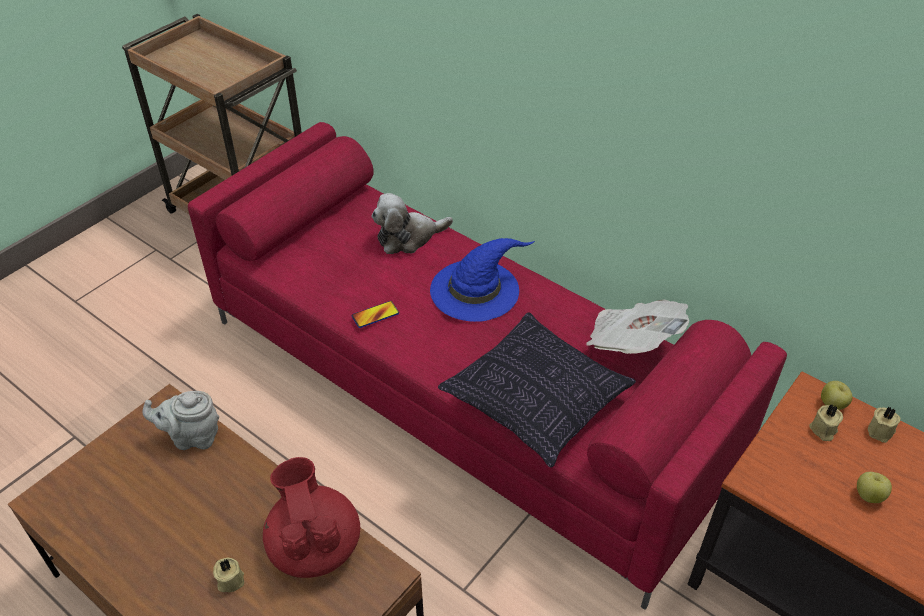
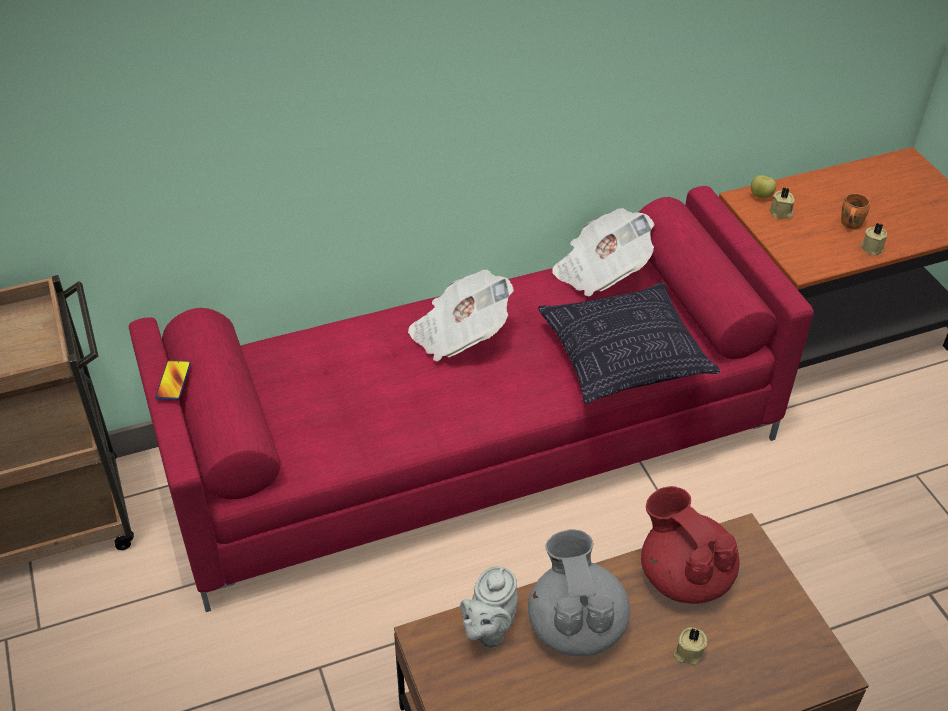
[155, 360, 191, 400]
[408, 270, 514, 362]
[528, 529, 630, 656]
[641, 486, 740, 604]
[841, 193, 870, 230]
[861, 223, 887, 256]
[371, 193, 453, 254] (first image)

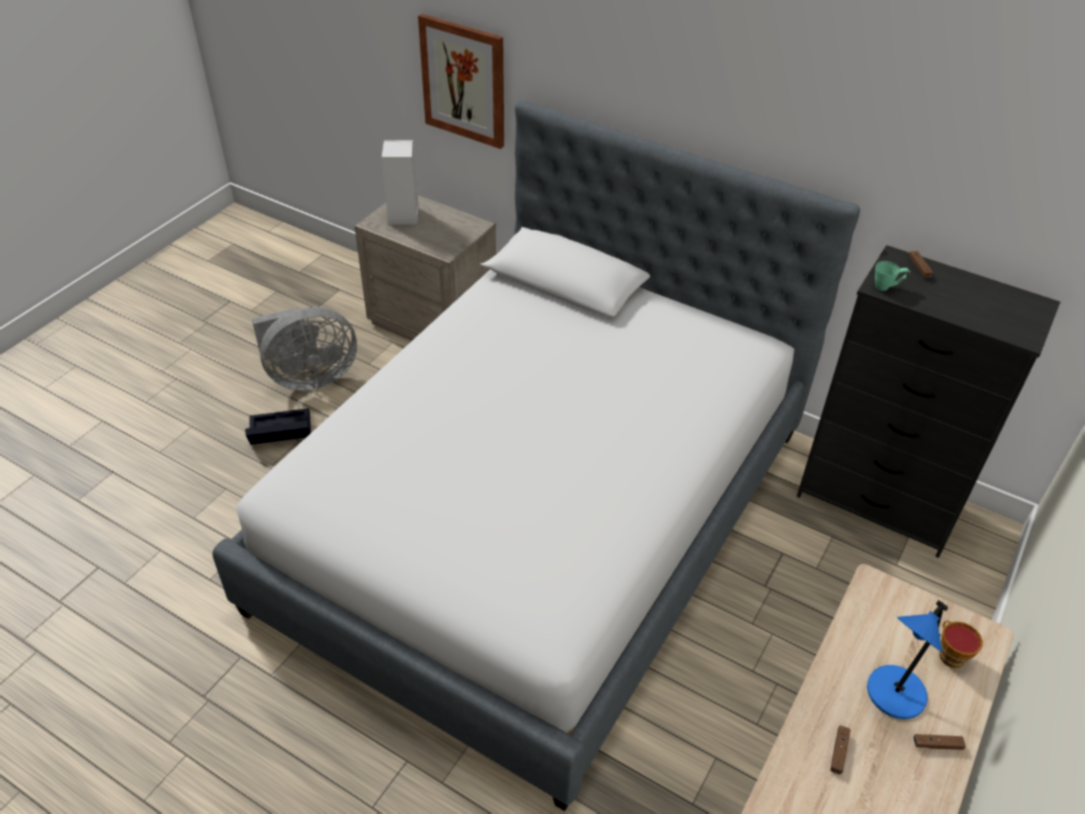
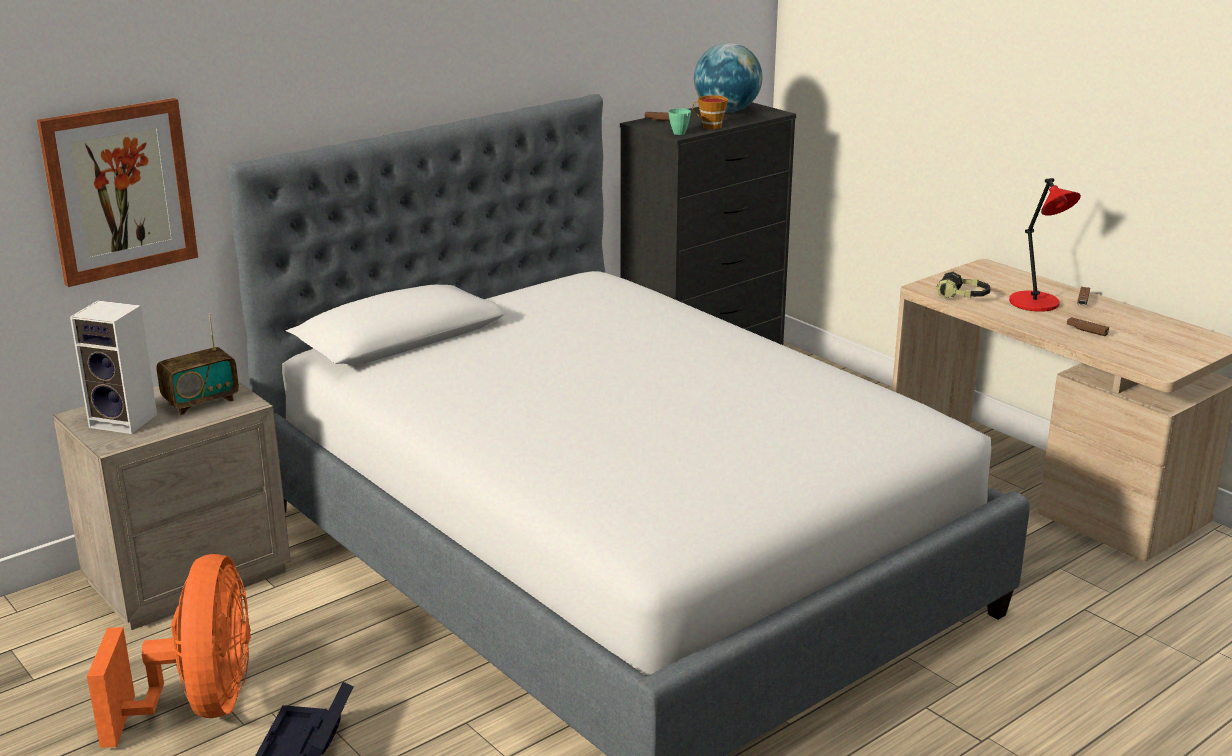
[87, 554, 251, 748]
[157, 314, 239, 415]
[692, 95, 728, 129]
[694, 43, 763, 113]
[936, 271, 991, 298]
[1009, 178, 1081, 312]

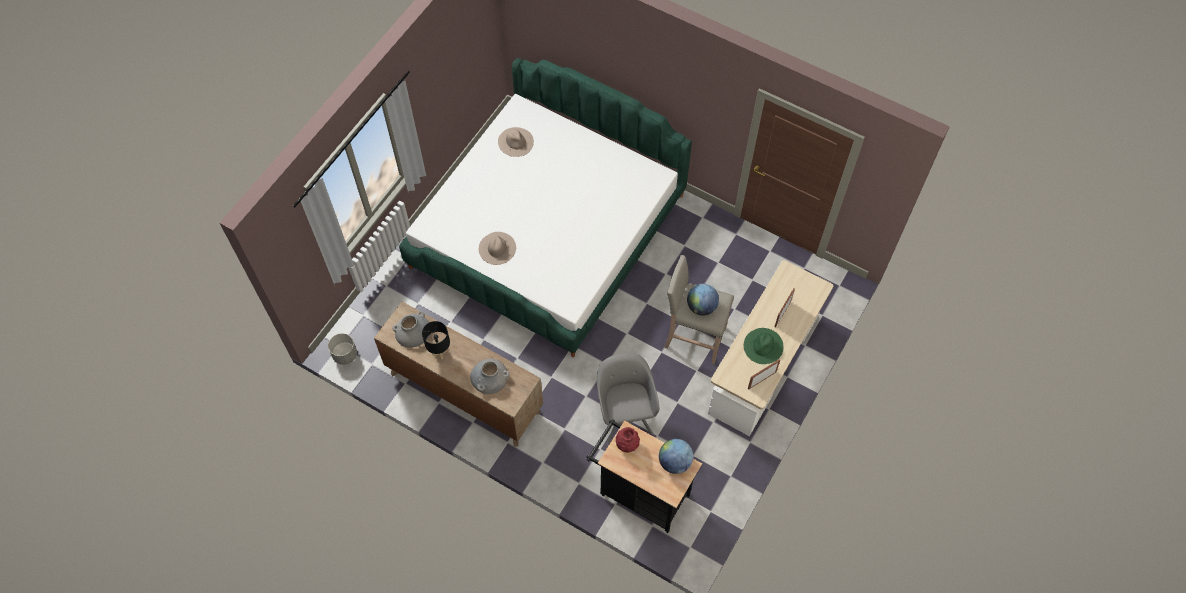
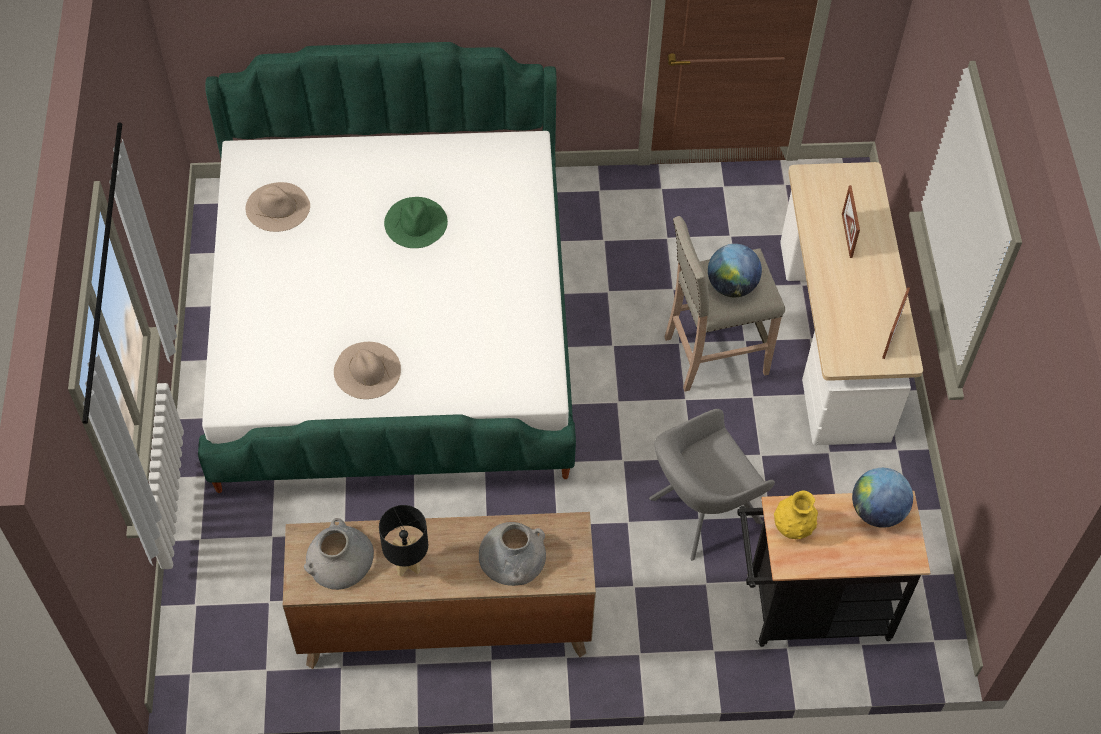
[384, 197, 448, 248]
[649, 409, 775, 561]
[774, 490, 818, 539]
[328, 333, 357, 365] (first image)

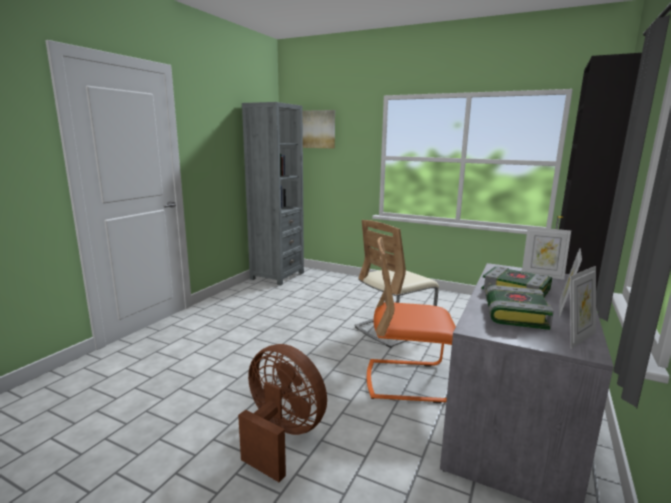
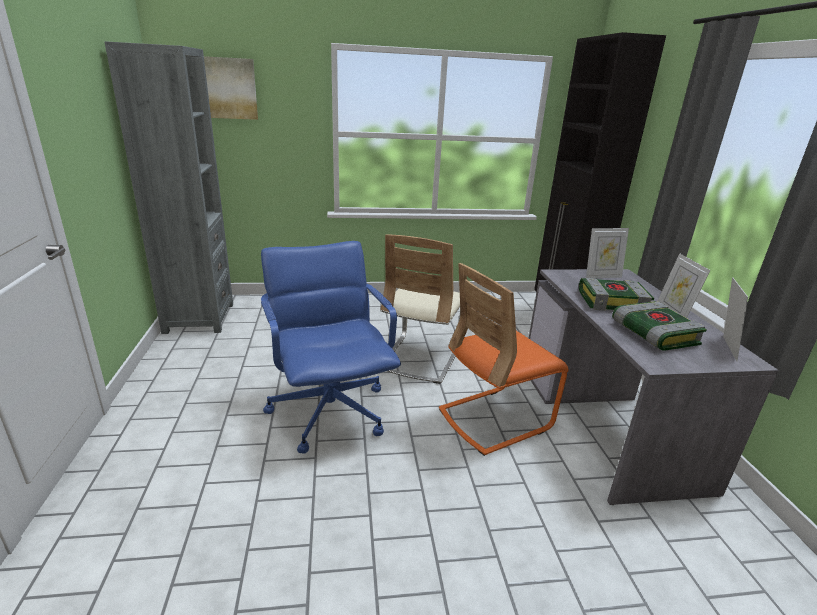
[261, 241, 401, 454]
[238, 344, 327, 482] (first image)

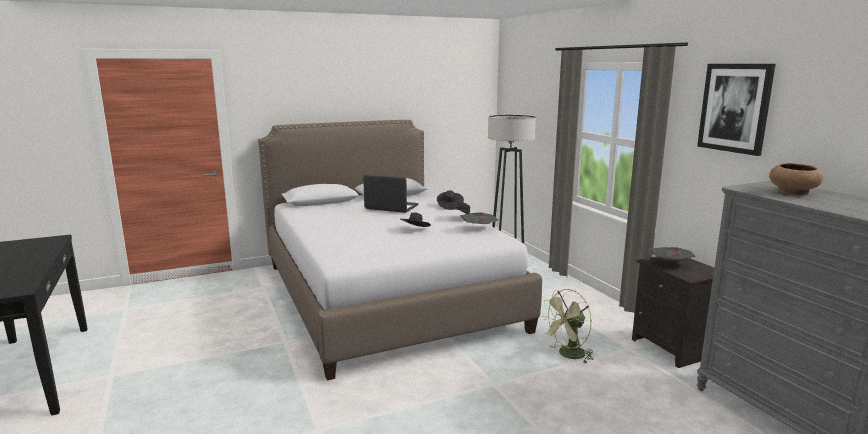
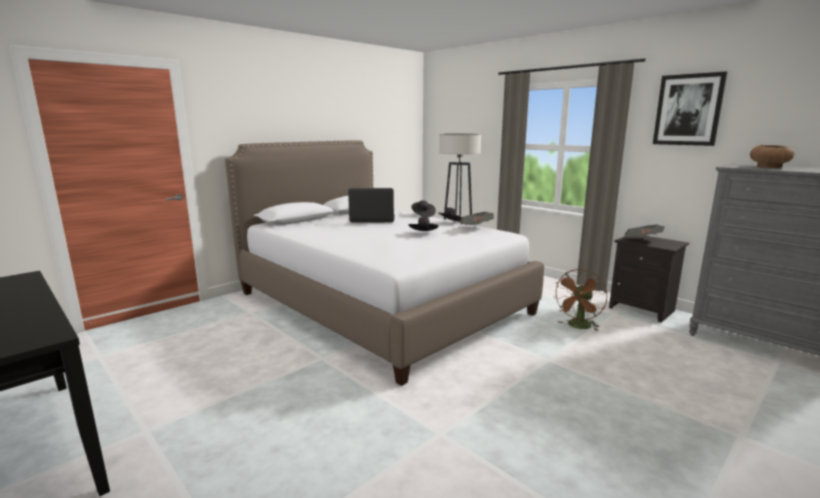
[554, 269, 607, 331]

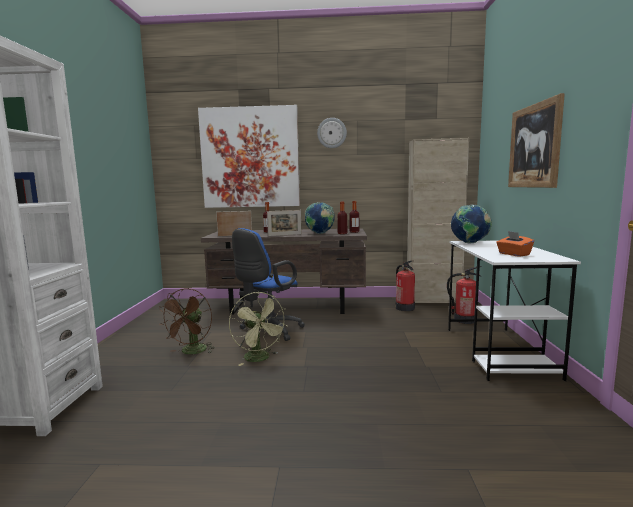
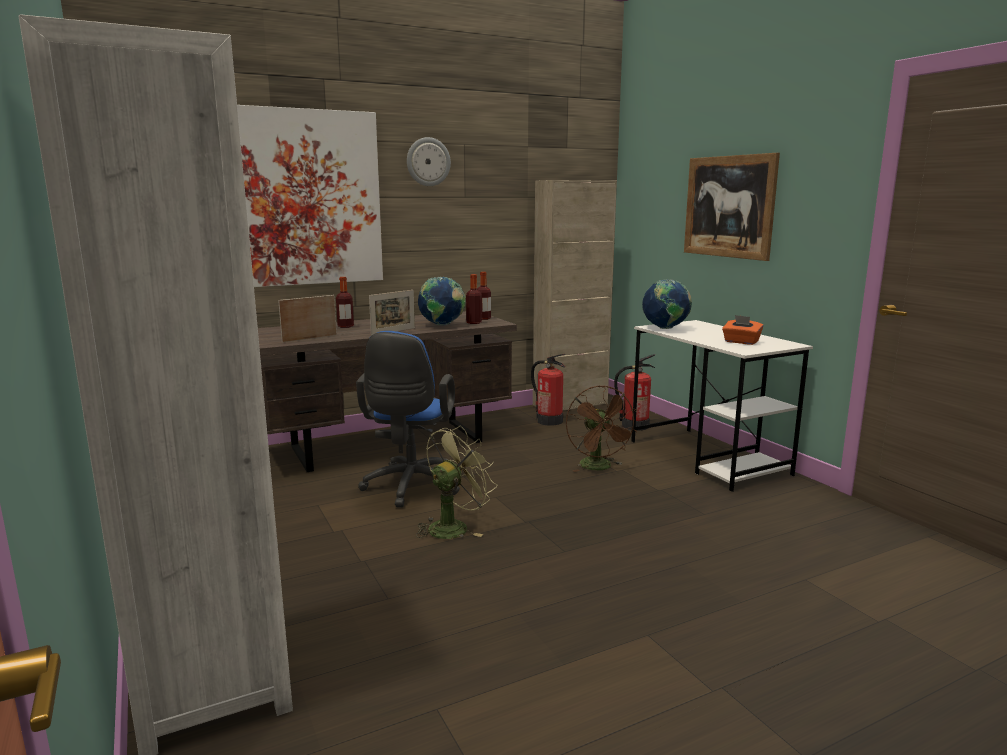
[416, 426, 497, 539]
[566, 385, 637, 472]

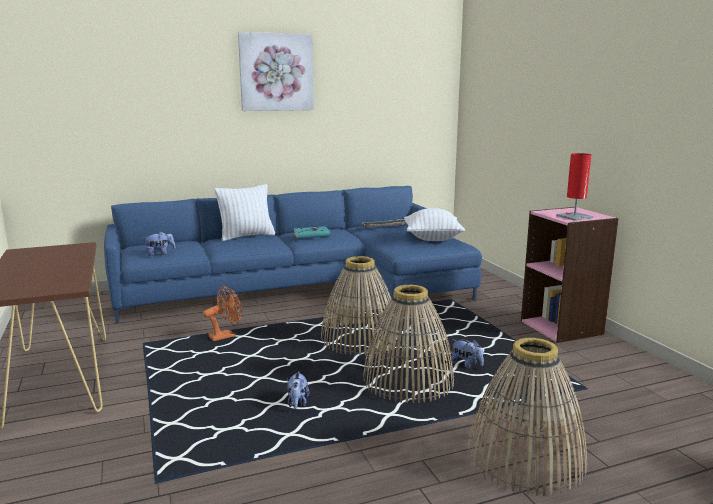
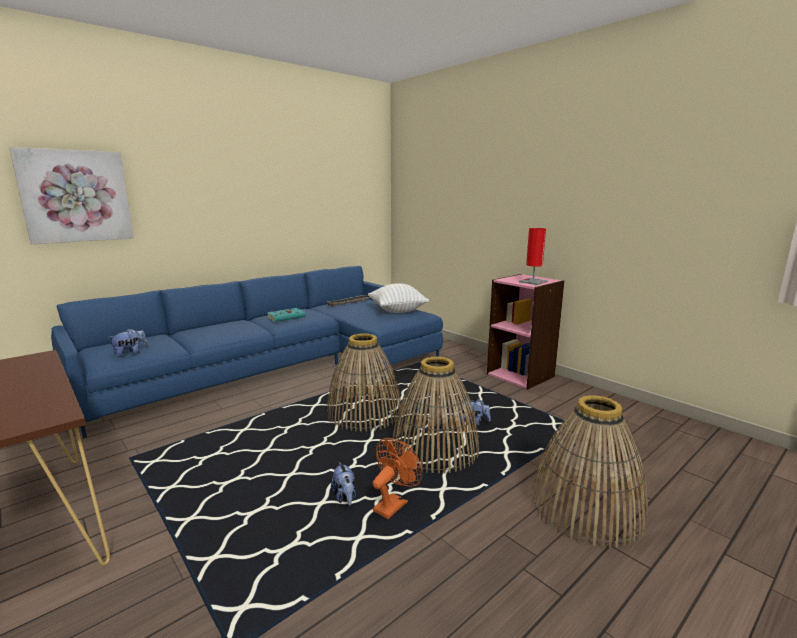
[9, 147, 134, 244]
[373, 438, 422, 519]
[215, 184, 275, 241] (first image)

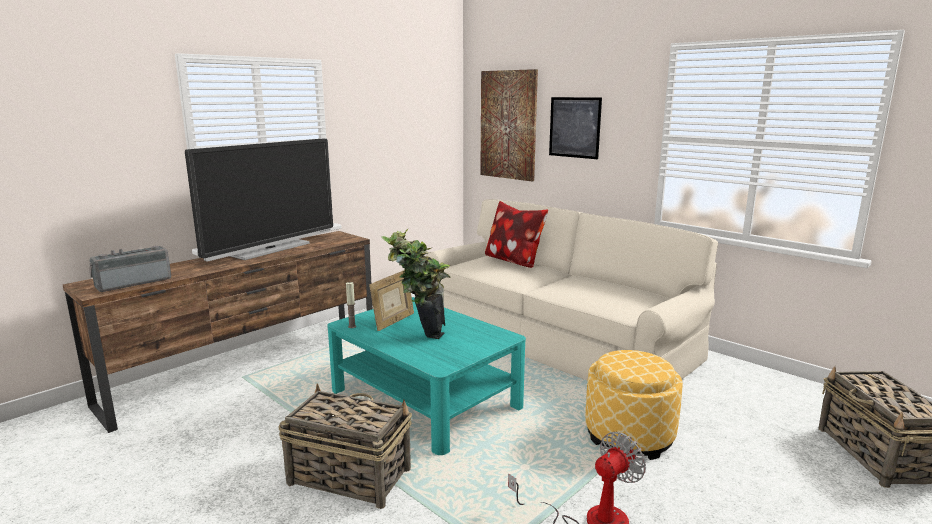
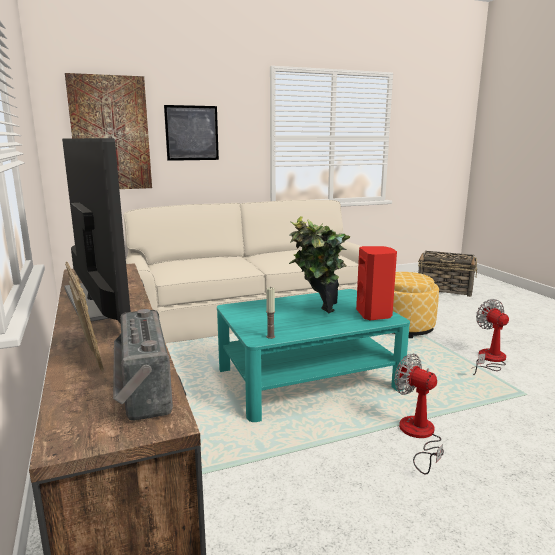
[65, 261, 104, 371]
[356, 246, 397, 321]
[395, 354, 444, 475]
[485, 201, 548, 268] (first image)

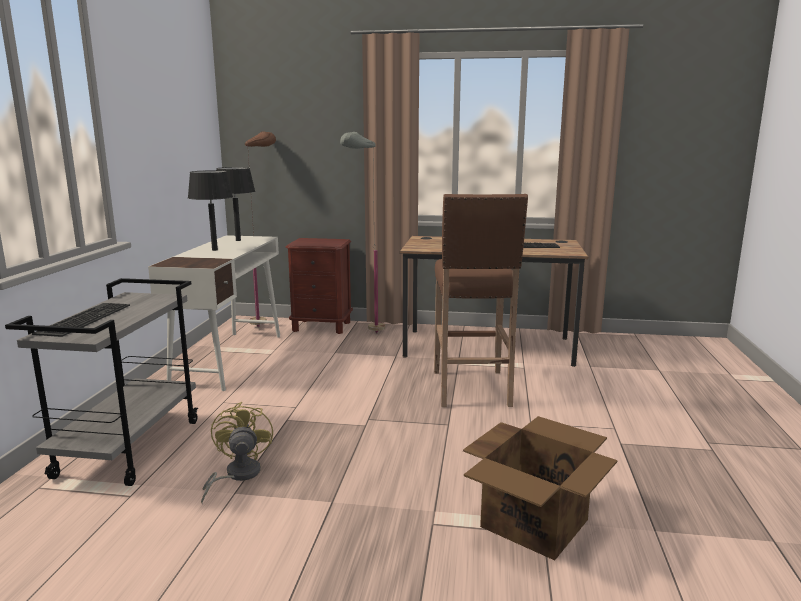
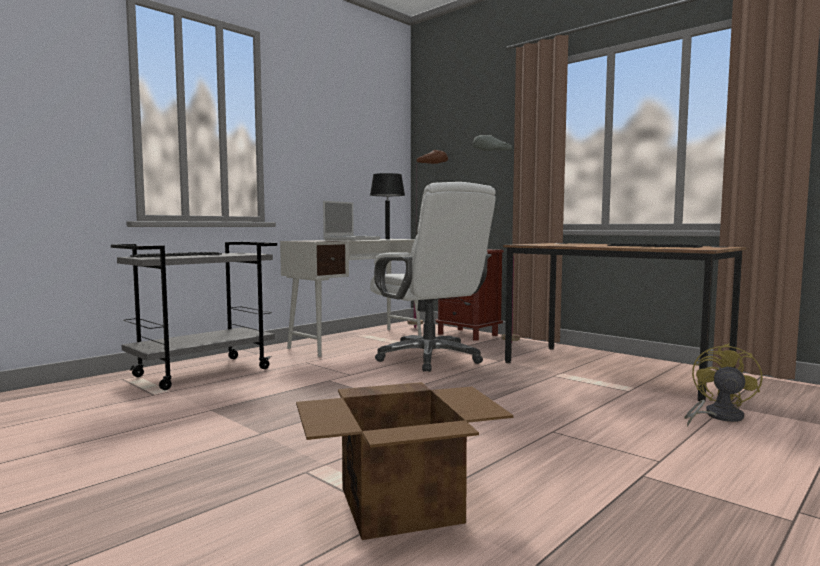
[323, 201, 381, 241]
[370, 182, 496, 372]
[684, 343, 763, 427]
[434, 194, 528, 407] (first image)

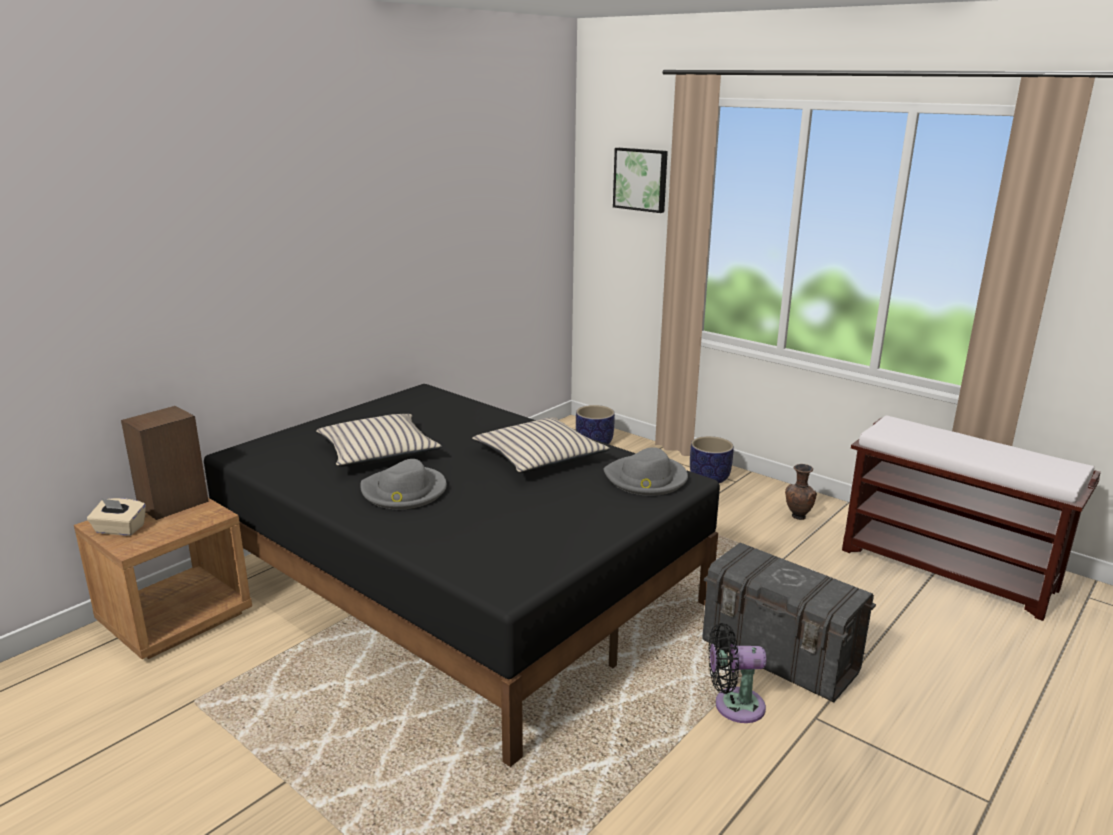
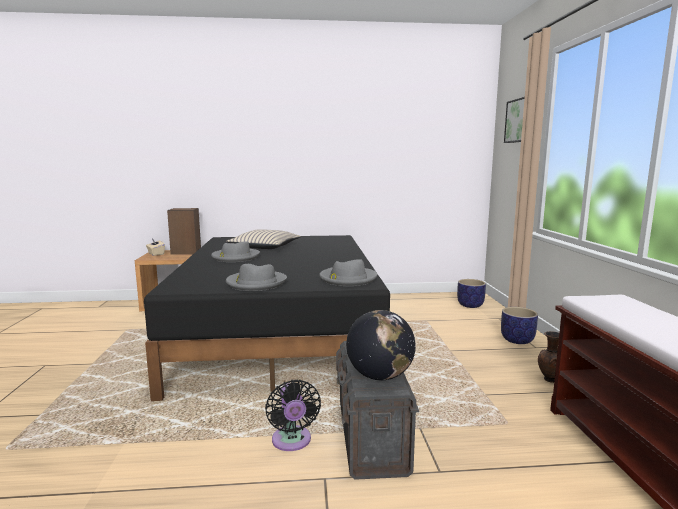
[226, 264, 287, 291]
[265, 380, 321, 451]
[346, 310, 416, 380]
[472, 417, 610, 473] (first image)

